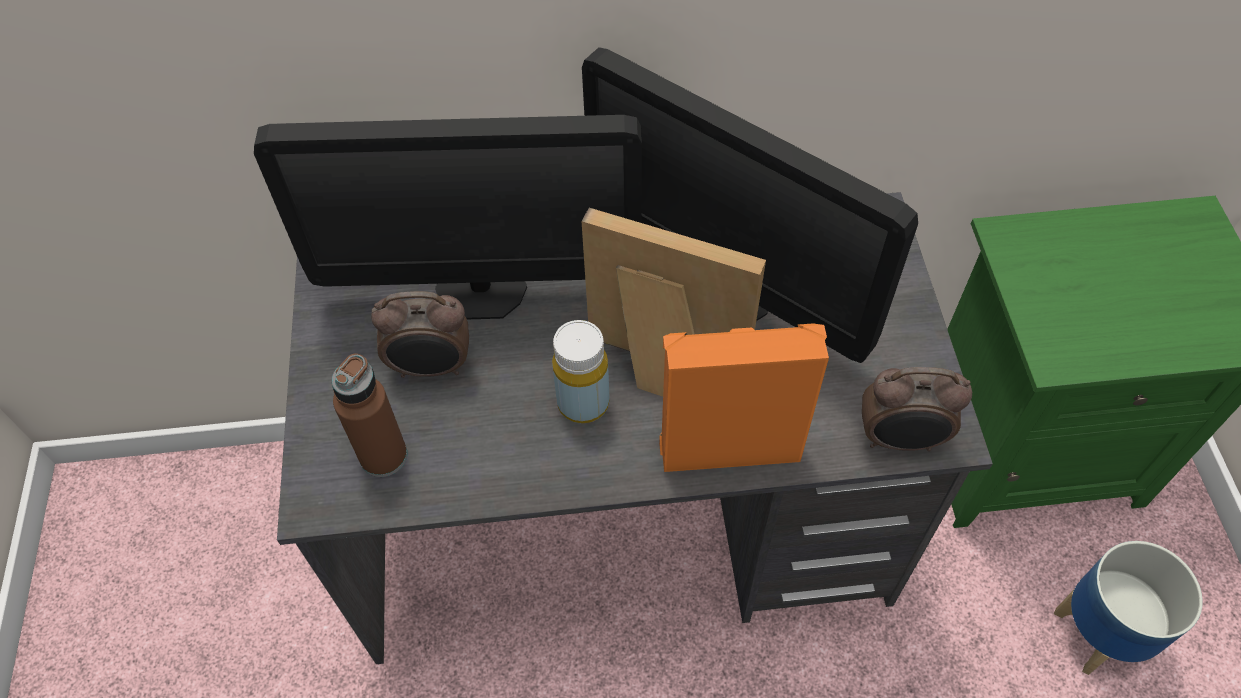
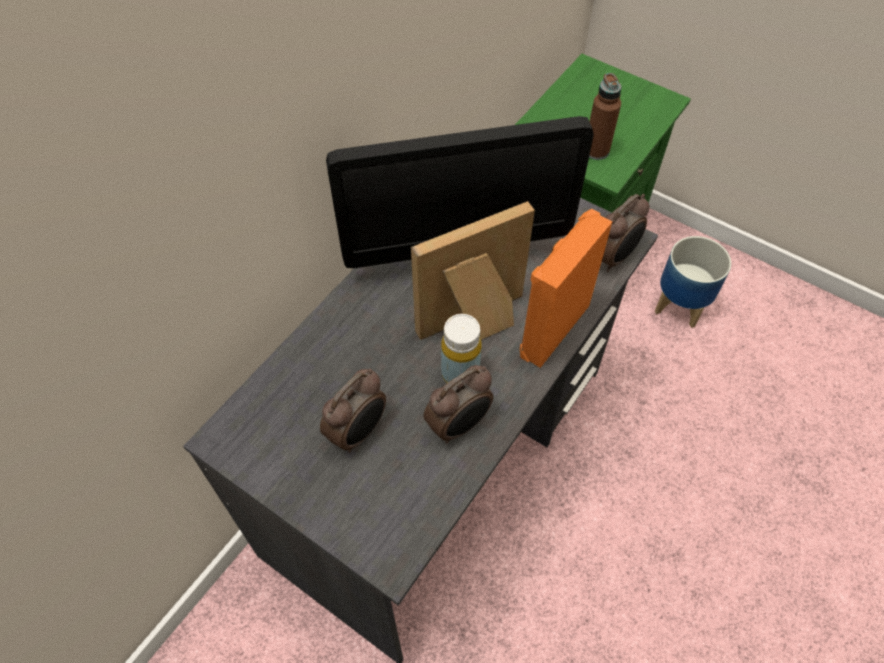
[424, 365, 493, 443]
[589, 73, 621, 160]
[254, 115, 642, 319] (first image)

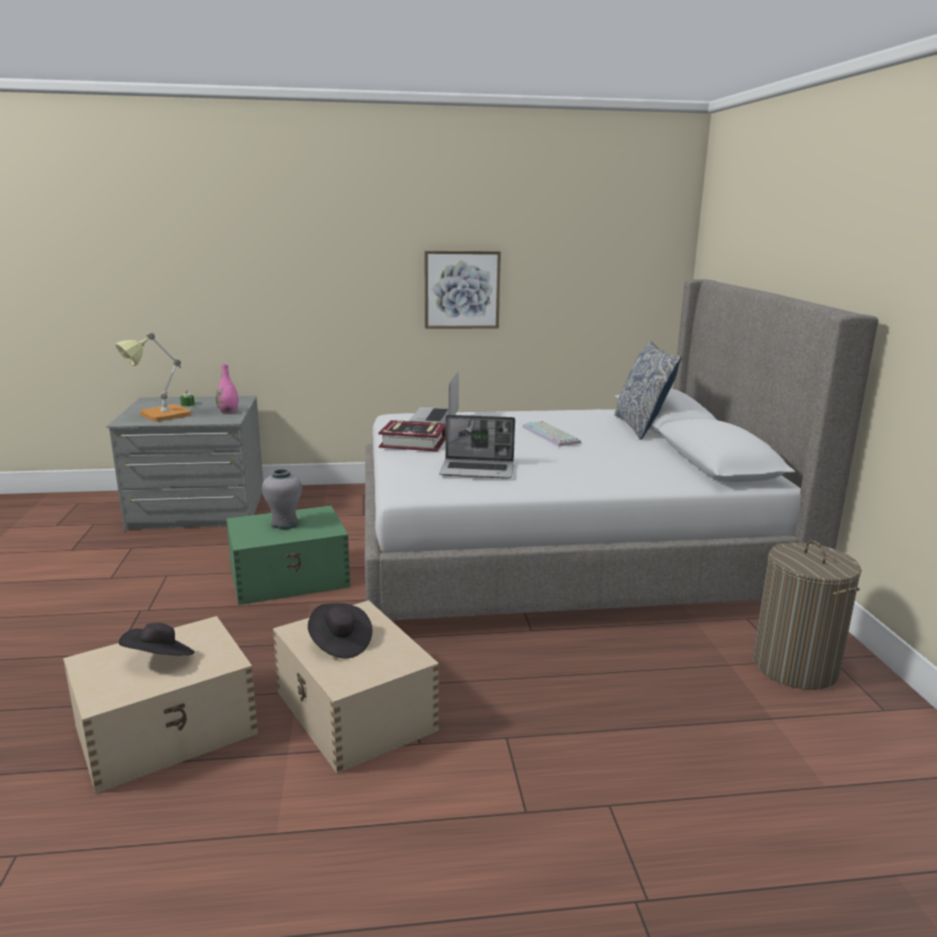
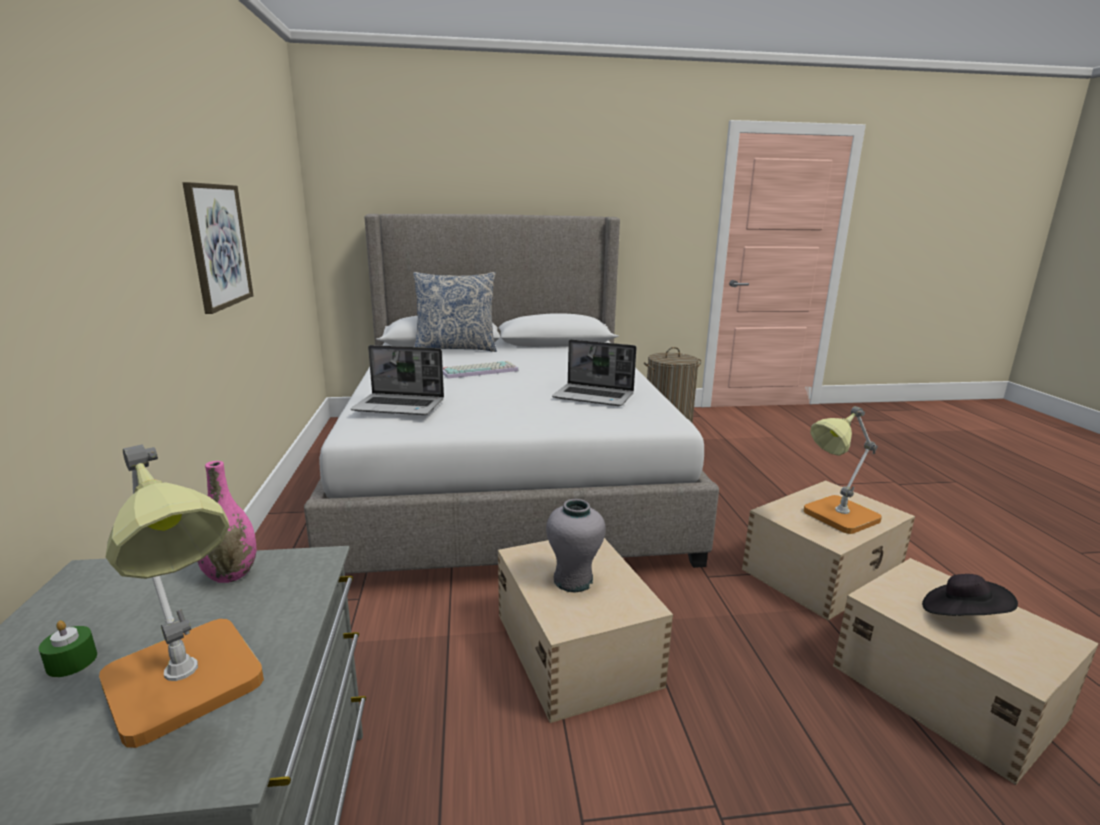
[498, 538, 673, 723]
[552, 339, 637, 406]
[803, 406, 882, 534]
[378, 420, 446, 451] (first image)

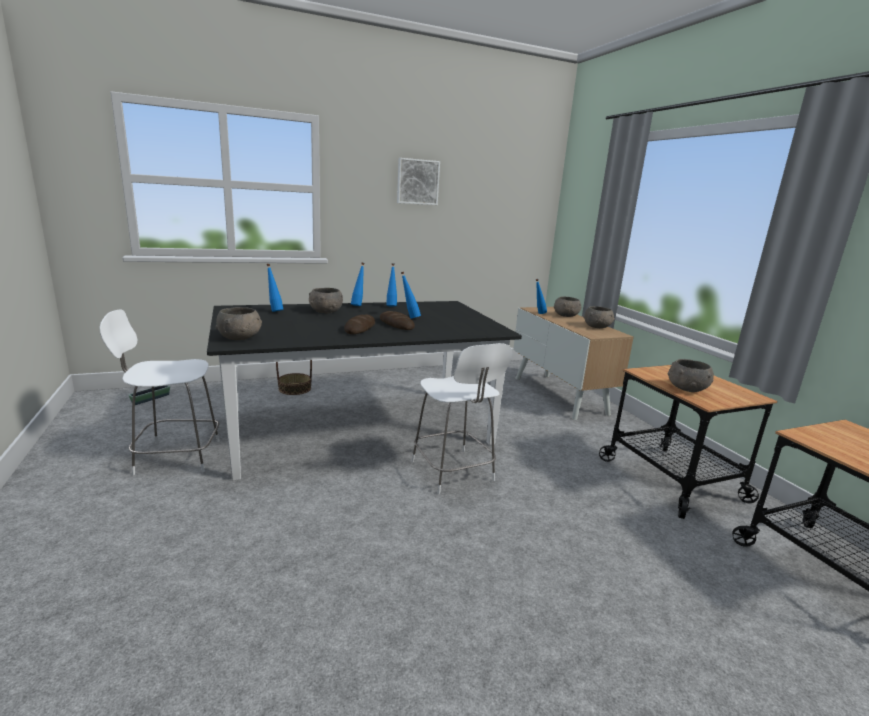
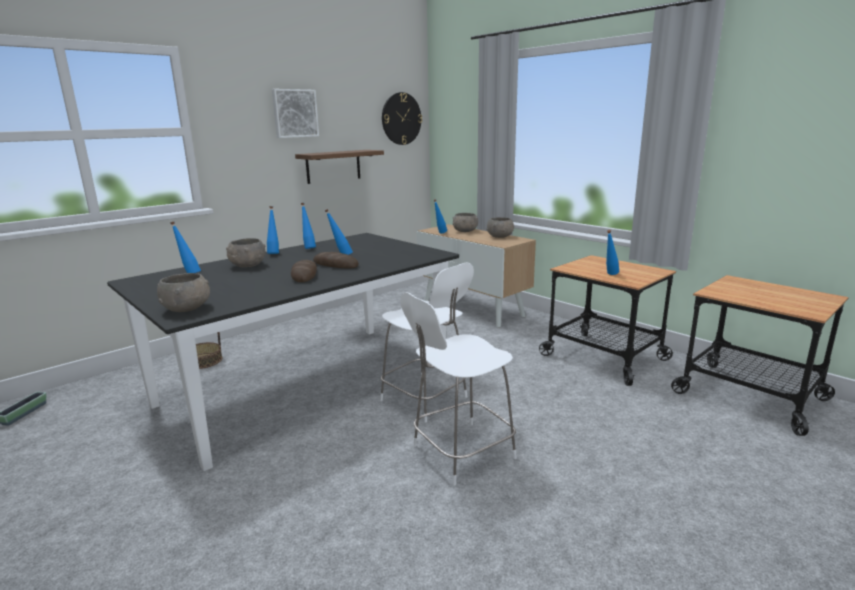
[295, 150, 384, 184]
[382, 92, 422, 145]
[400, 292, 517, 486]
[606, 230, 619, 275]

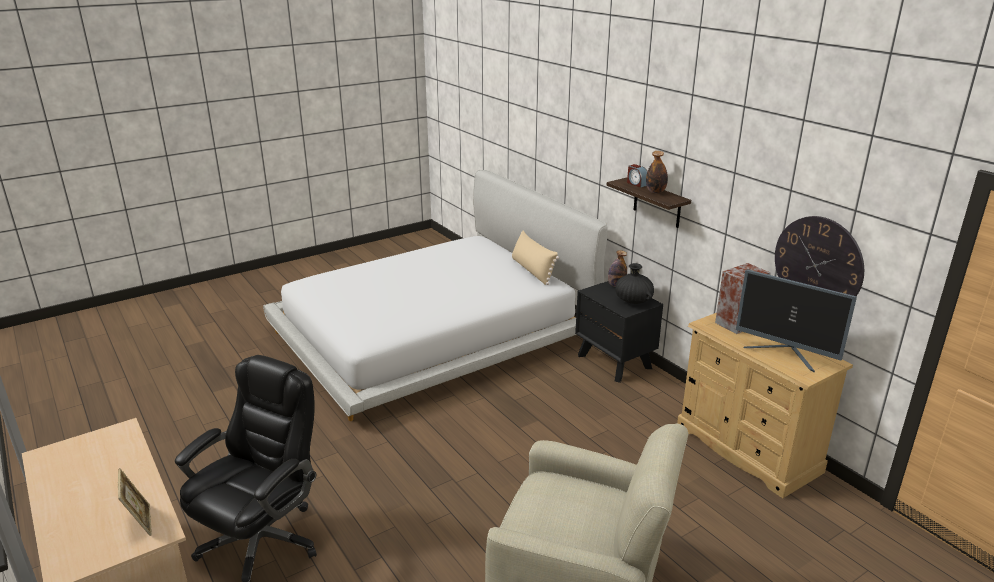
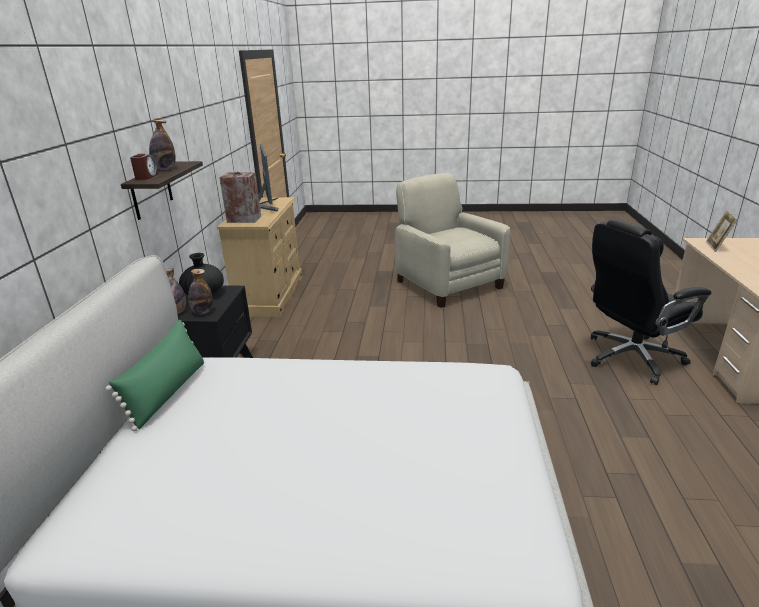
[105, 320, 204, 431]
[188, 269, 213, 314]
[775, 216, 864, 296] (first image)

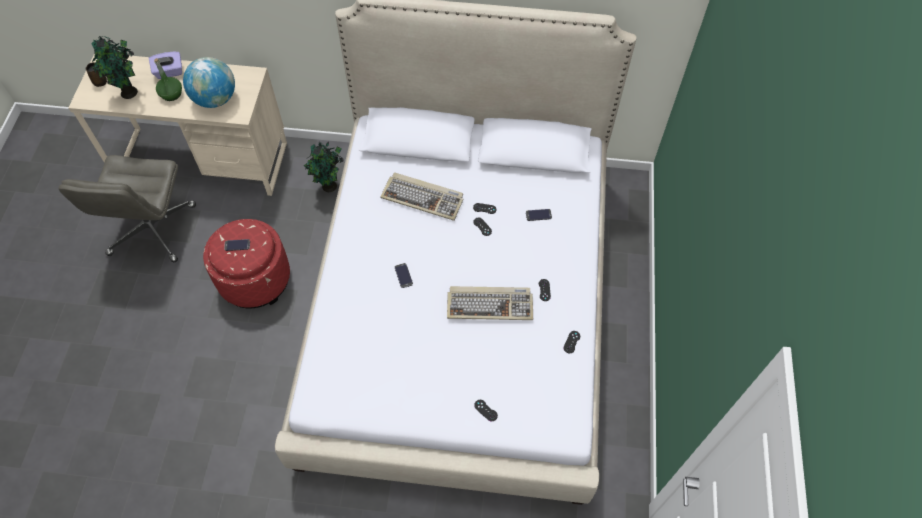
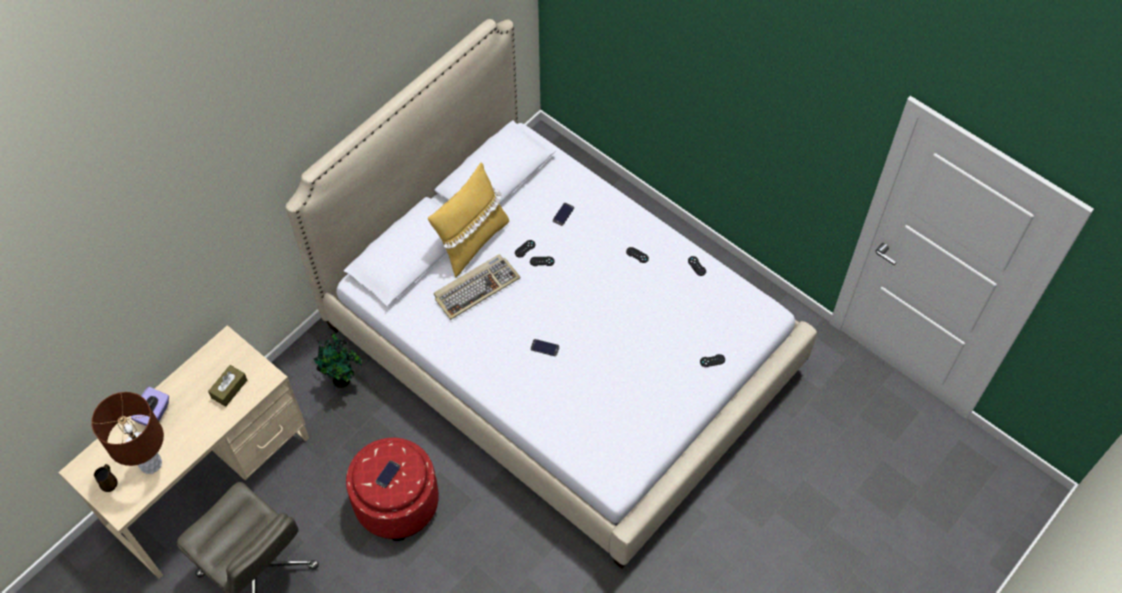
[91, 392, 164, 474]
[208, 365, 247, 407]
[428, 162, 509, 278]
[154, 58, 182, 101] (first image)
[447, 286, 533, 320] (first image)

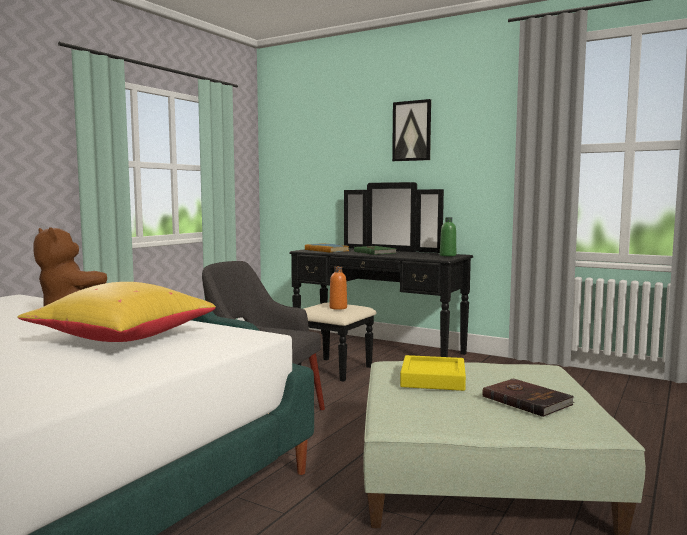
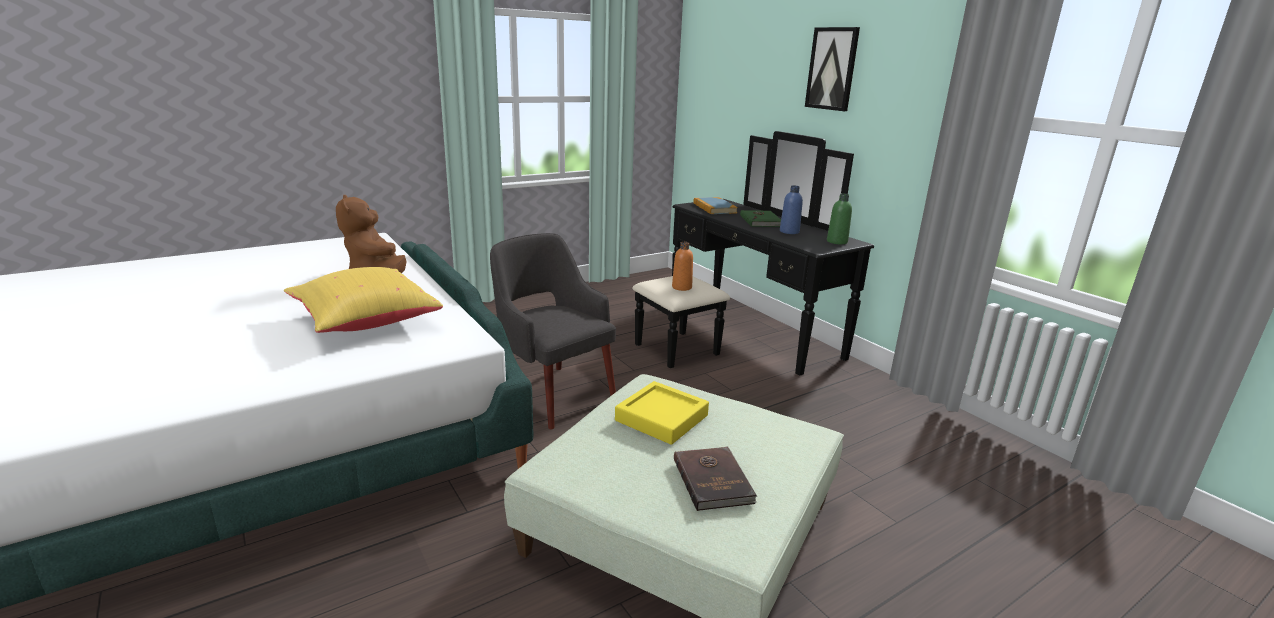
[780, 185, 803, 234]

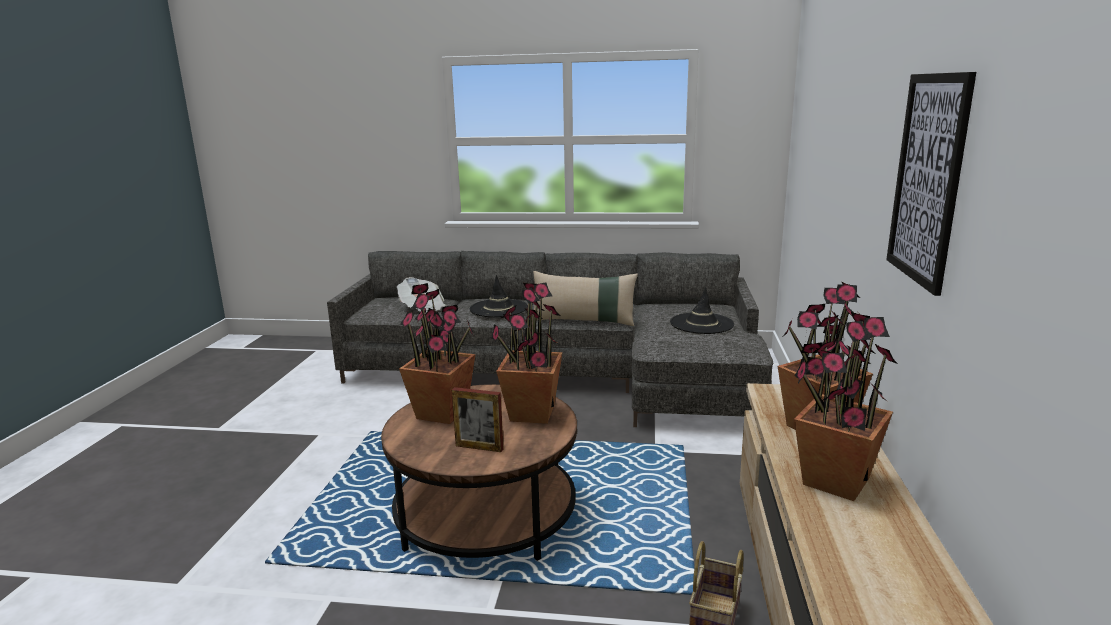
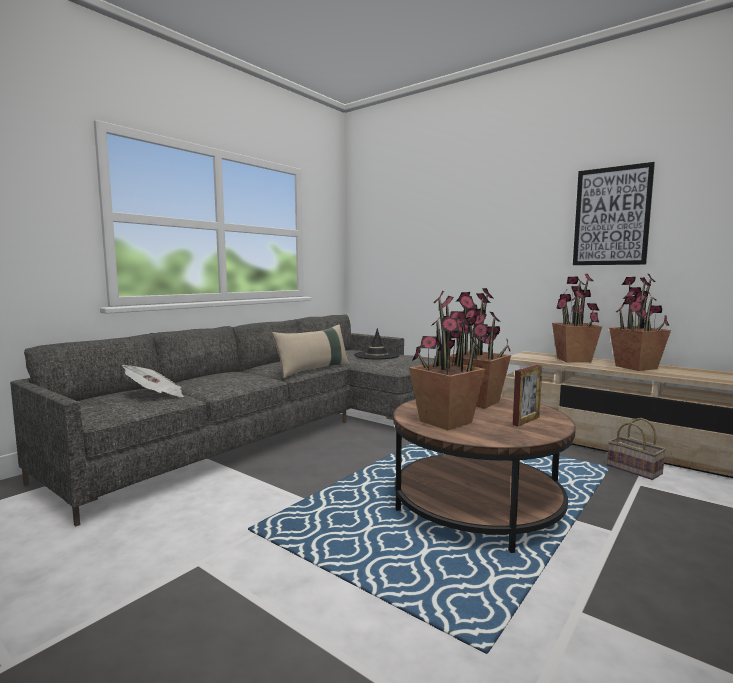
[470, 275, 528, 317] (first image)

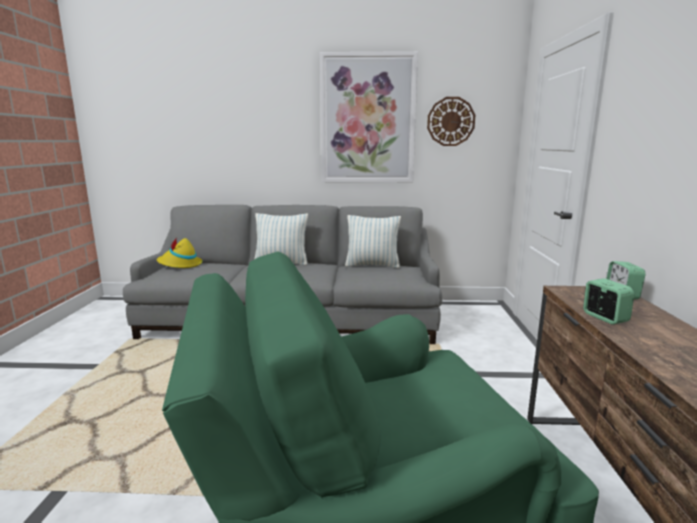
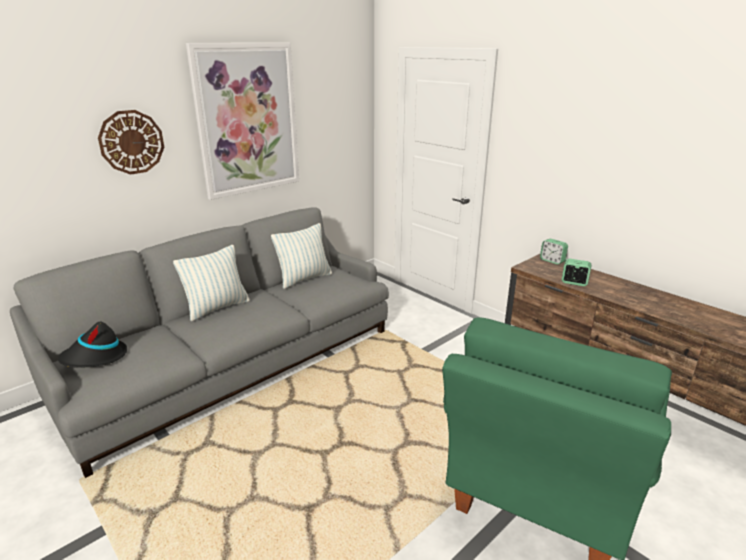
[58, 321, 127, 368]
[98, 110, 164, 175]

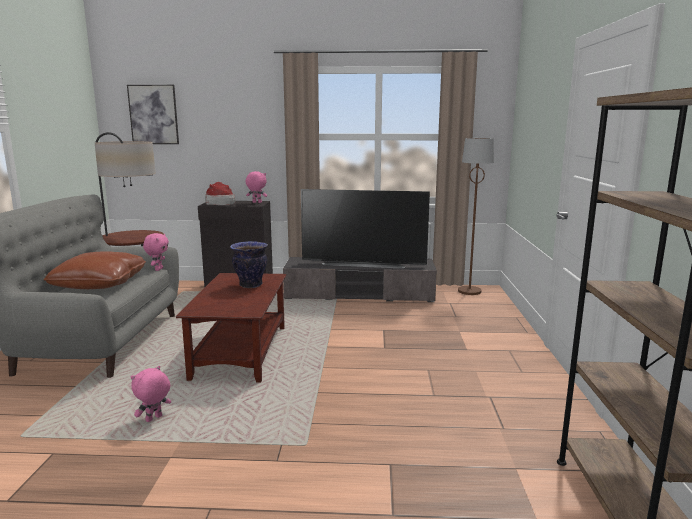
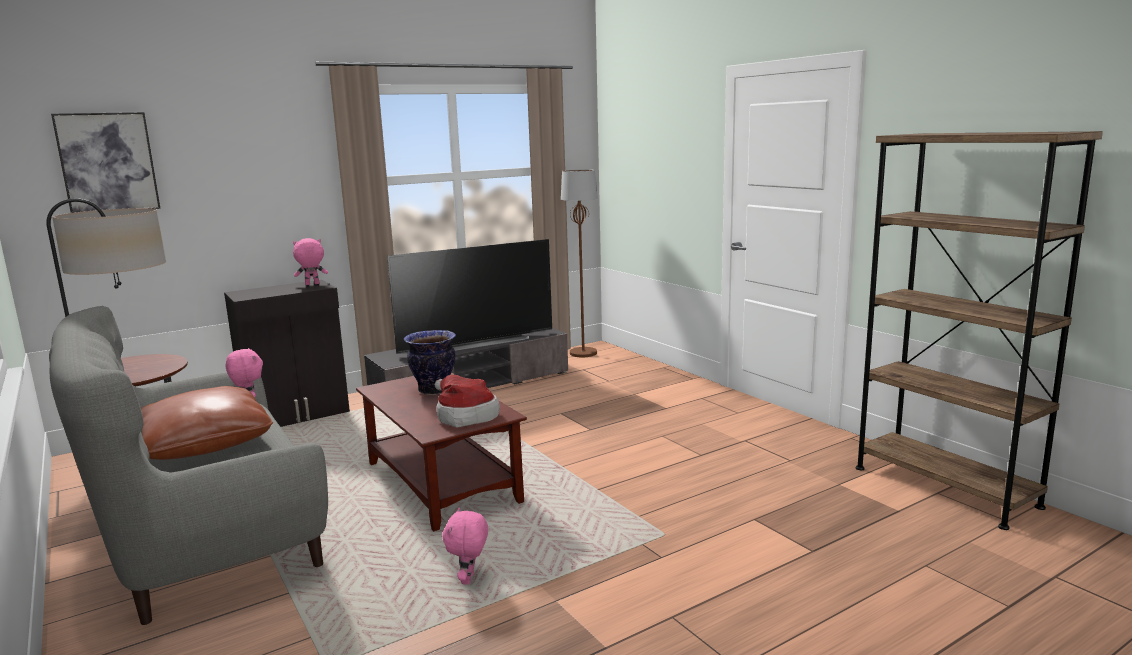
[435, 375, 500, 428]

